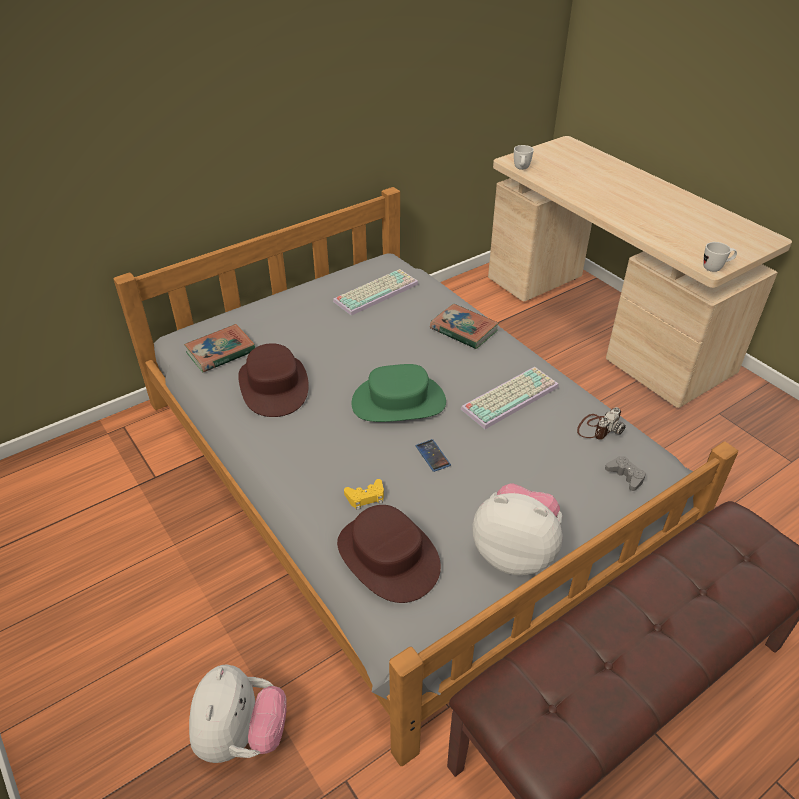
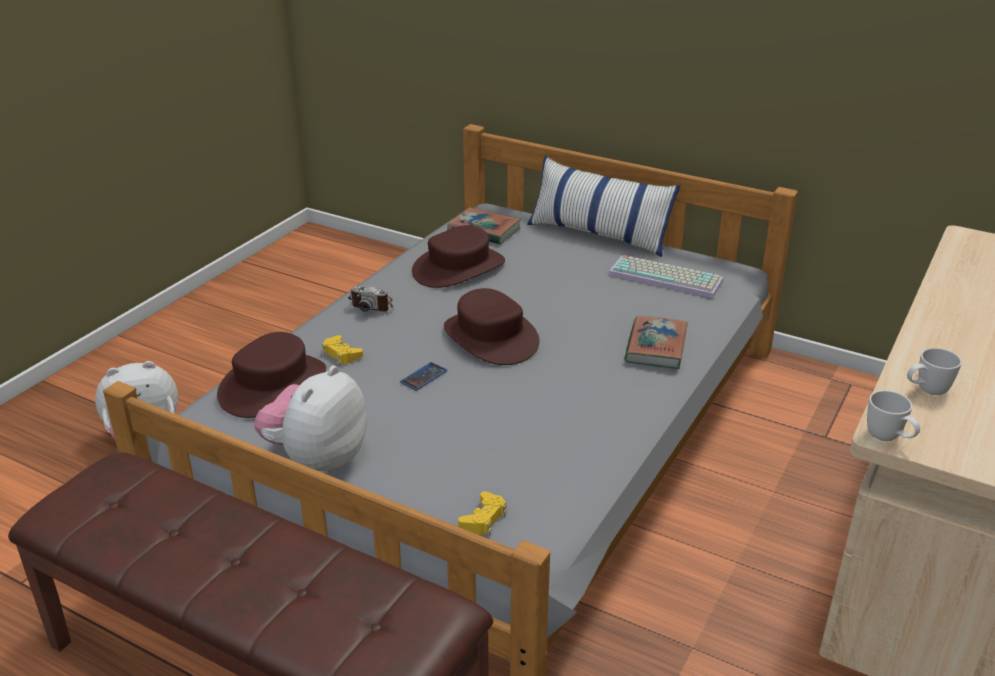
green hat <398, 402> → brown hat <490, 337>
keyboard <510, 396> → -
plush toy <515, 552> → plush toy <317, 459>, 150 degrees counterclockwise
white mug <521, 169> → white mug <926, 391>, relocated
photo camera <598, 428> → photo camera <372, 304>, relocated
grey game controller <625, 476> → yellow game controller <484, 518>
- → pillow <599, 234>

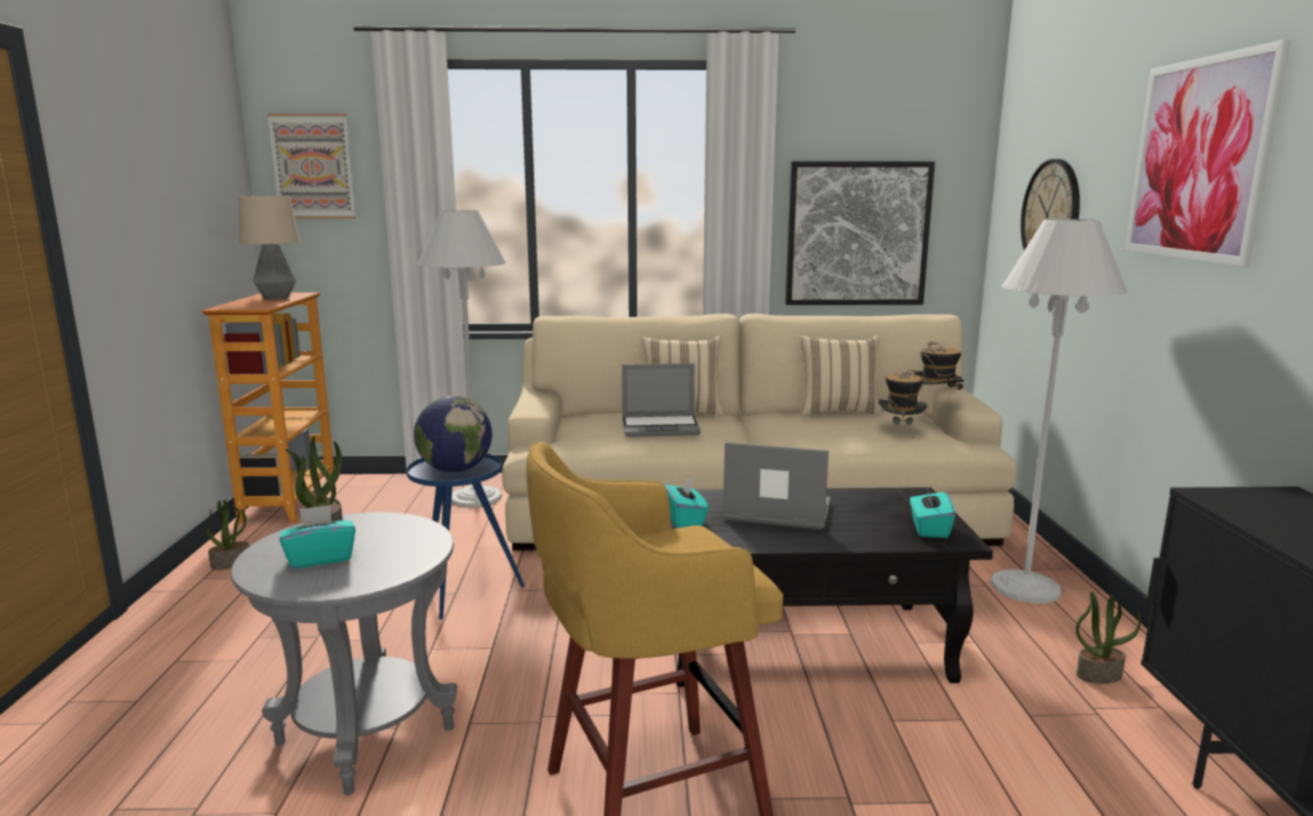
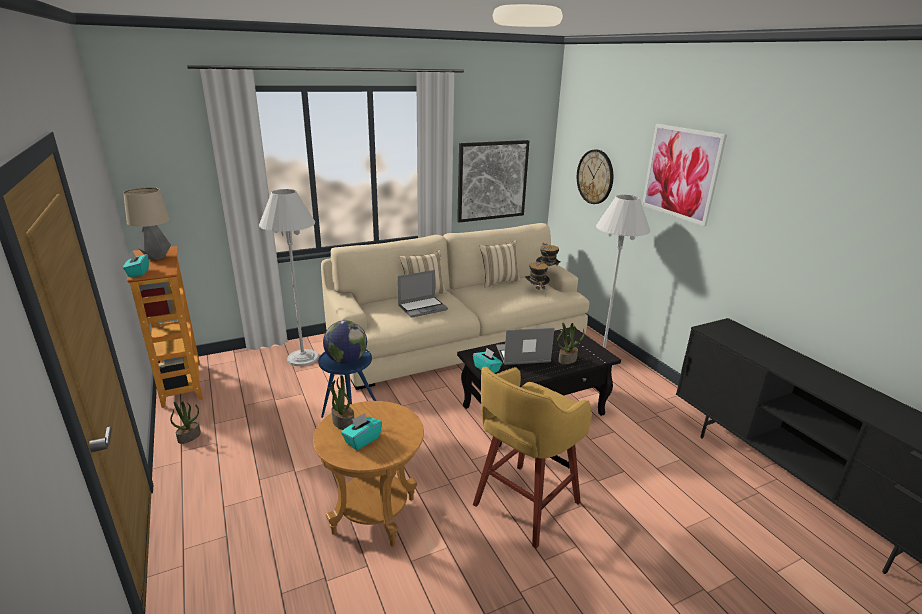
grey side table <366, 735> → brown side table <374, 515>
picture <313, 167> → -
turquoise tissue box <929, 529> → turquoise tissue box <138, 272>, relocated
potted plant <1099, 674> → potted plant <567, 359>, relocated

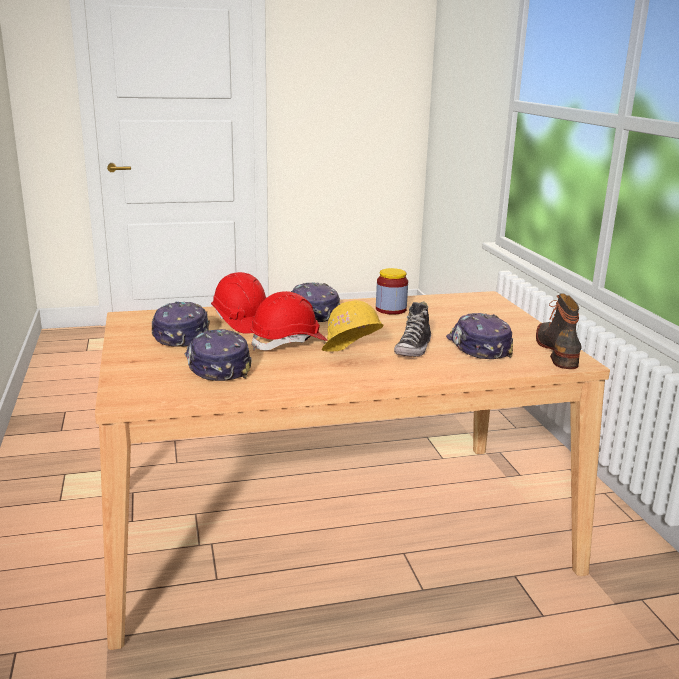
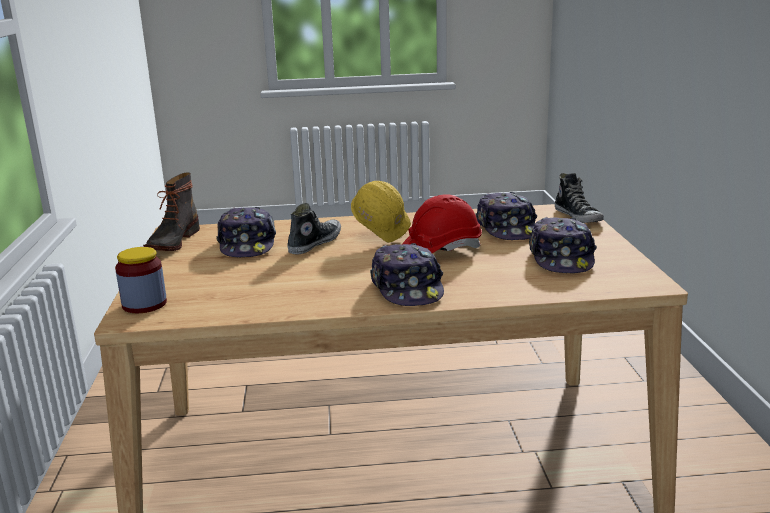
red hard hat <241, 321> → -
jar <391, 309> → jar <144, 304>, relocated
- → shoe <578, 217>

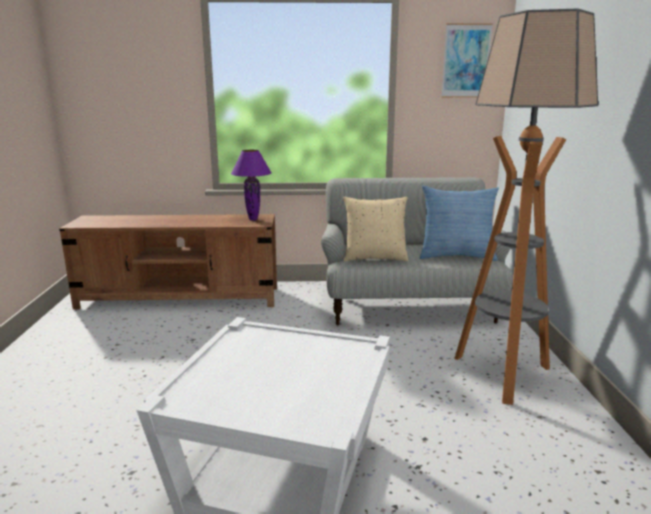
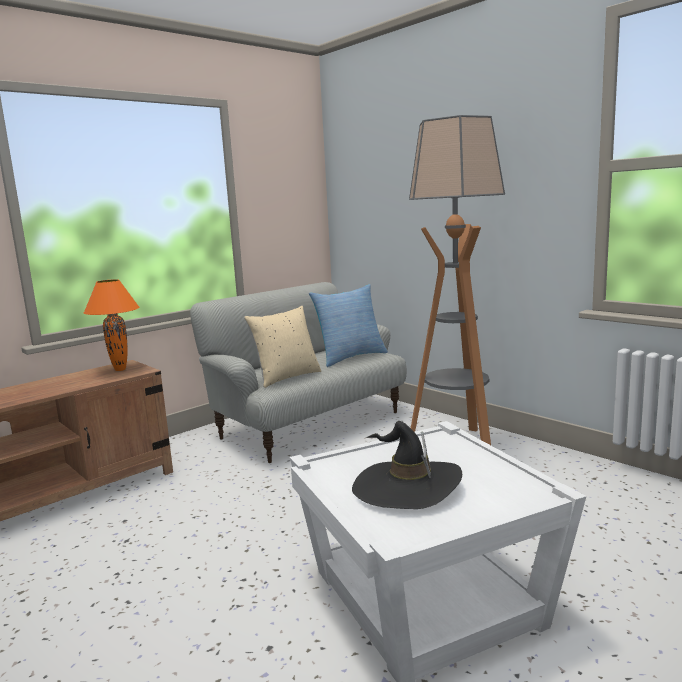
purple table lamp <253, 219> → orange table lamp <120, 369>
picture <466, 61> → -
- → black hat <406, 487>

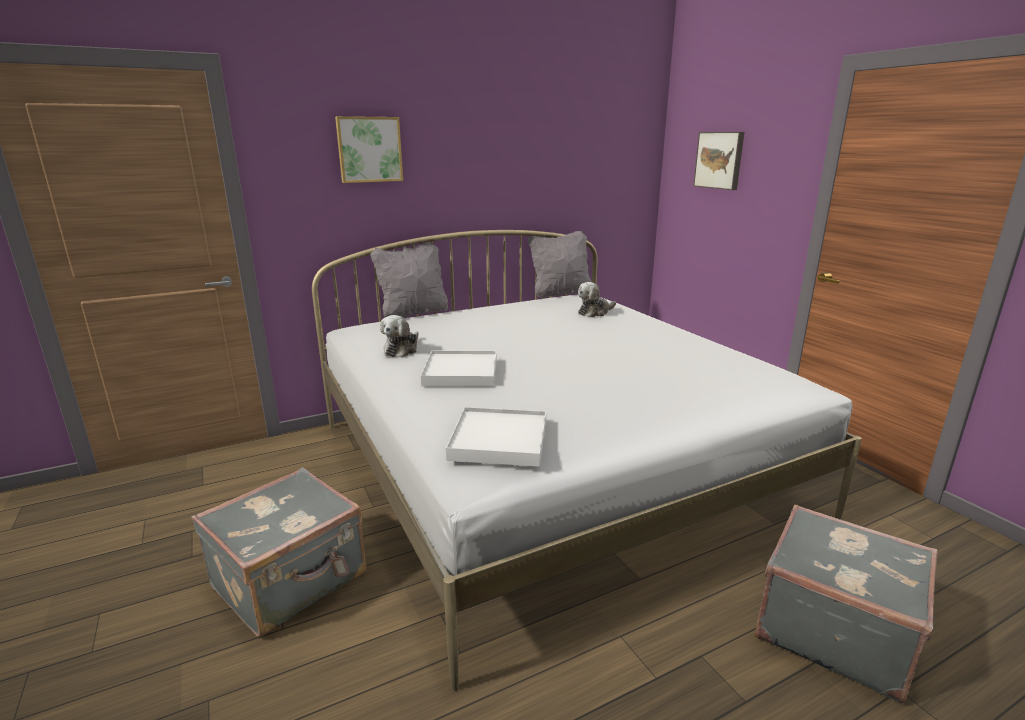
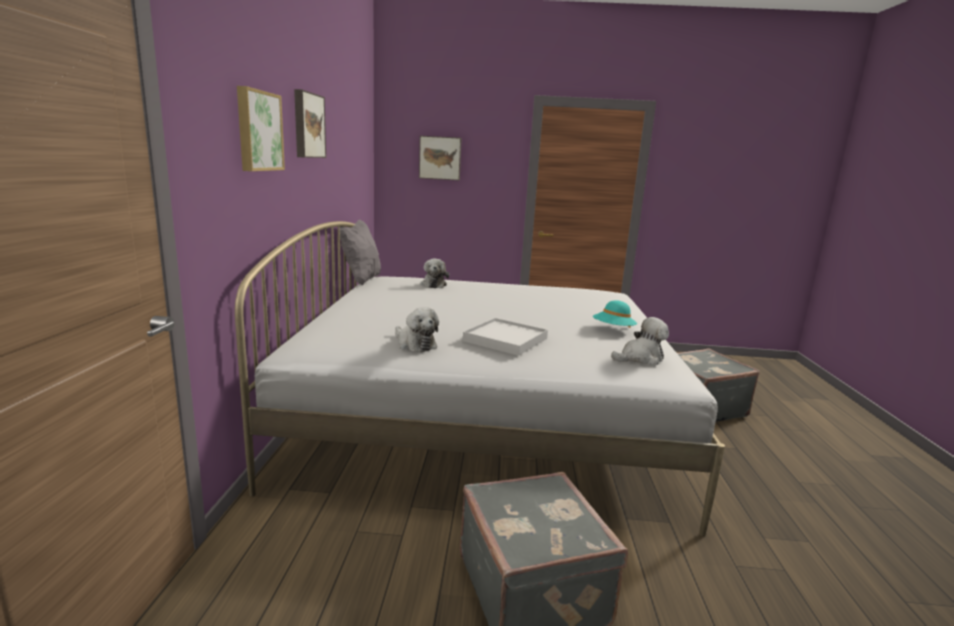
grey pillow <413, 313> → -
white tray <498, 440> → plush toy <640, 358>
- → picture <307, 125>
- → turquoise hat <613, 330>

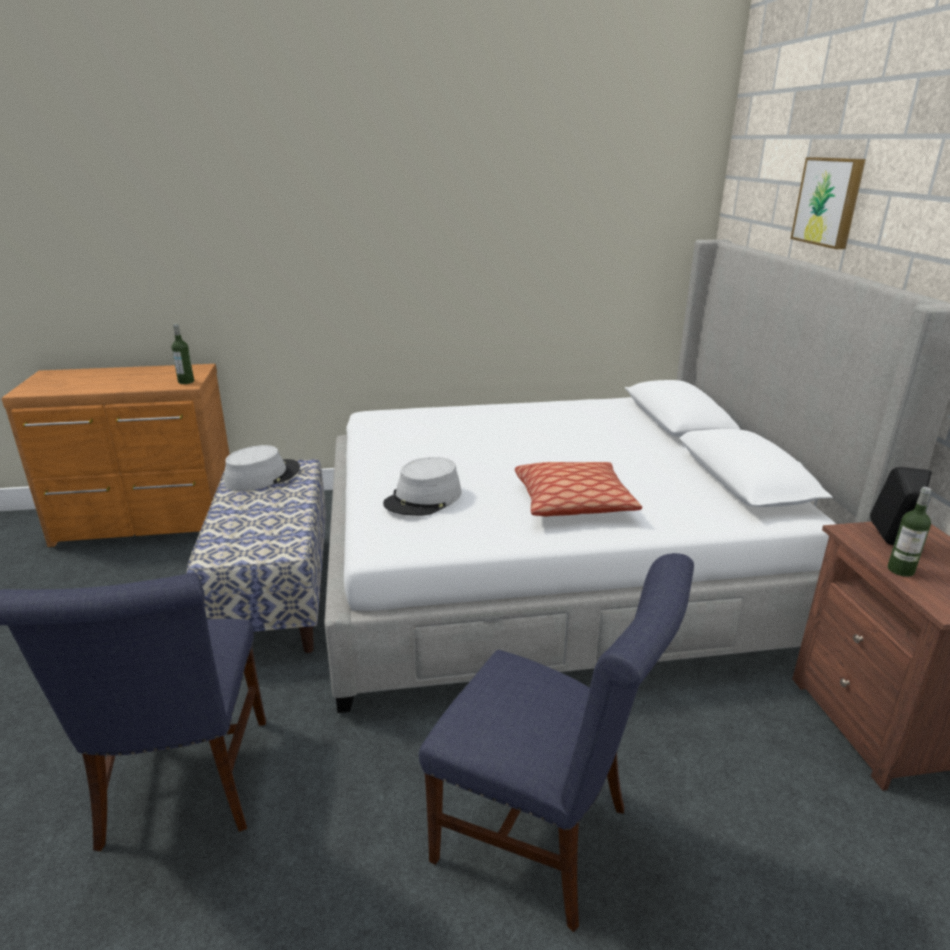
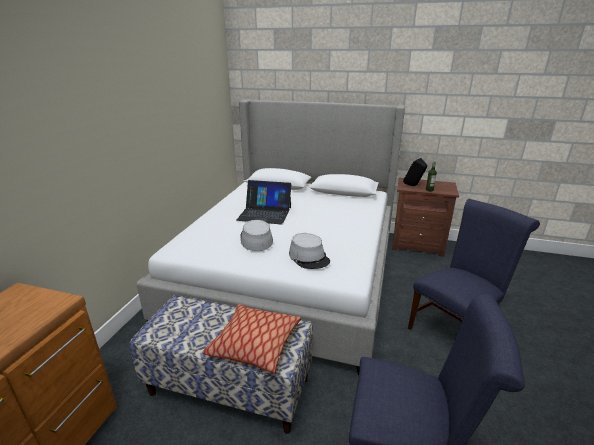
bottle <186, 382> → -
grey hat <262, 476> → grey hat <256, 239>, relocated
pillow <573, 502> → pillow <255, 344>, relocated
picture <829, 201> → -
- → laptop <265, 213>

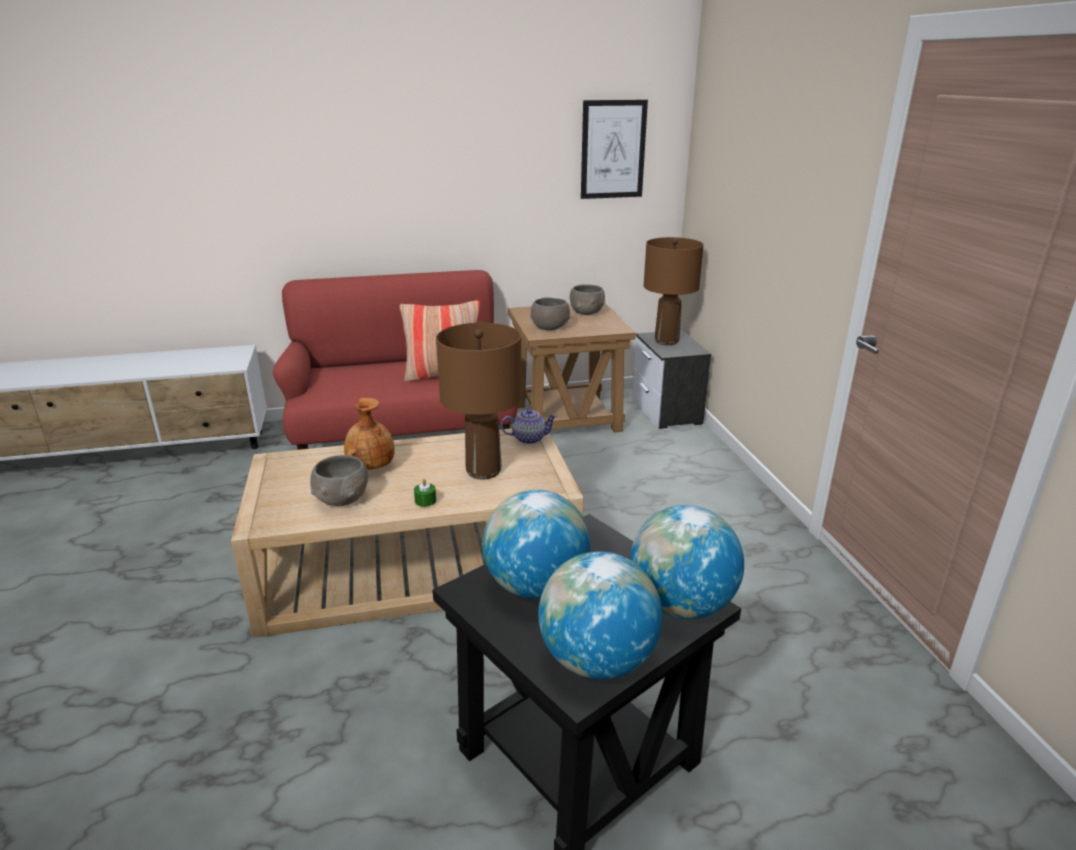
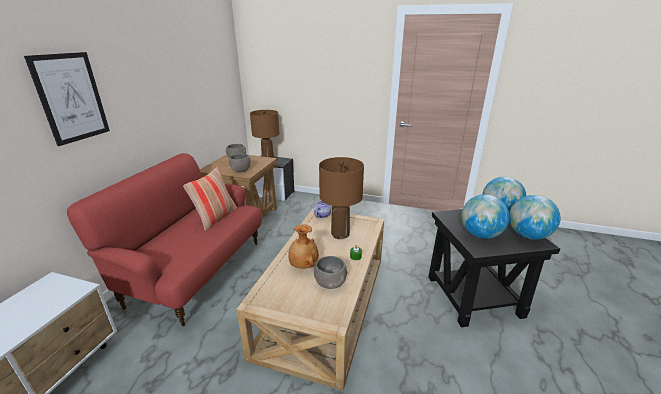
picture <613, 150> → picture <71, 98>, relocated

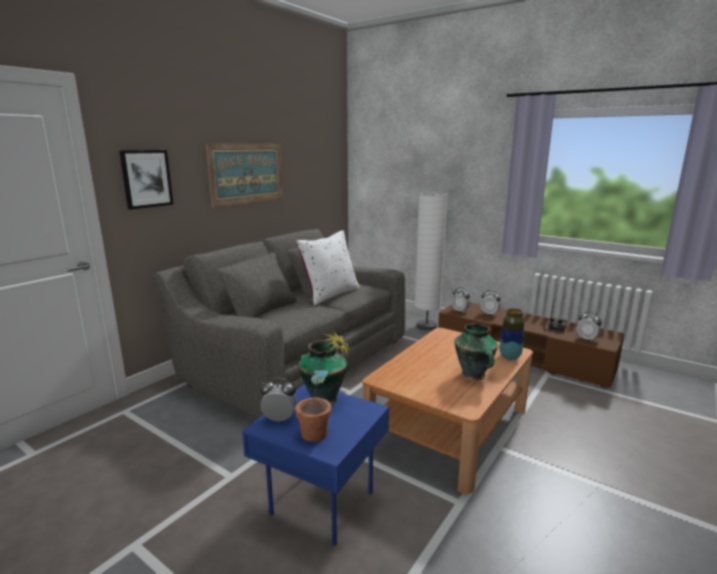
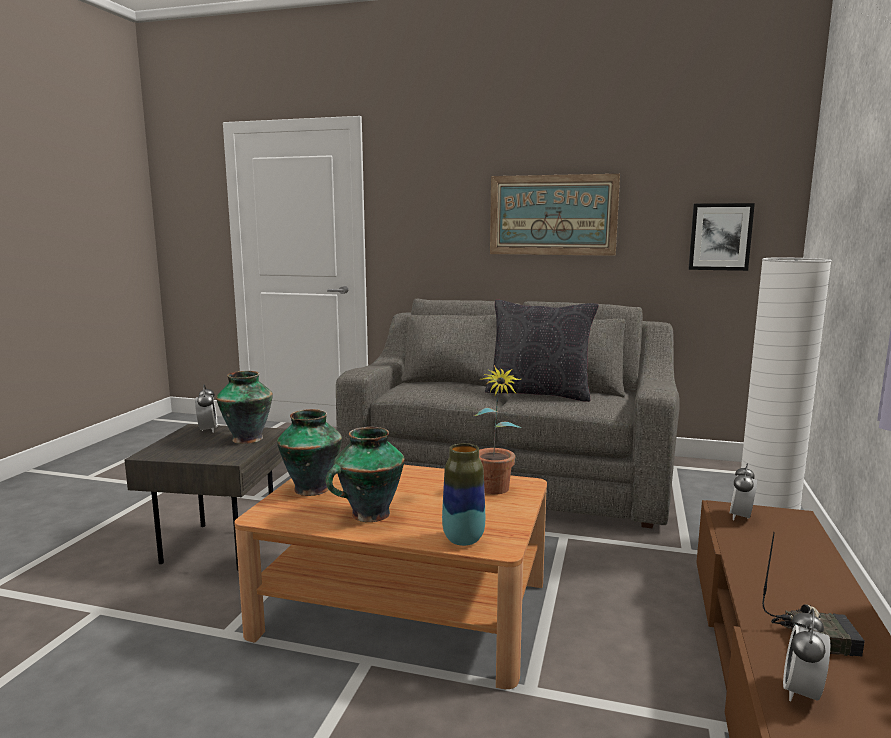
picture <146, 178> → picture <720, 237>, relocated
blue side table <318, 503> → grey side table <218, 544>
potted plant <322, 435> → potted plant <495, 492>, relocated
white pillow <330, 294> → black pillow <539, 393>
alarm clock <489, 314> → -
- → vase <312, 488>

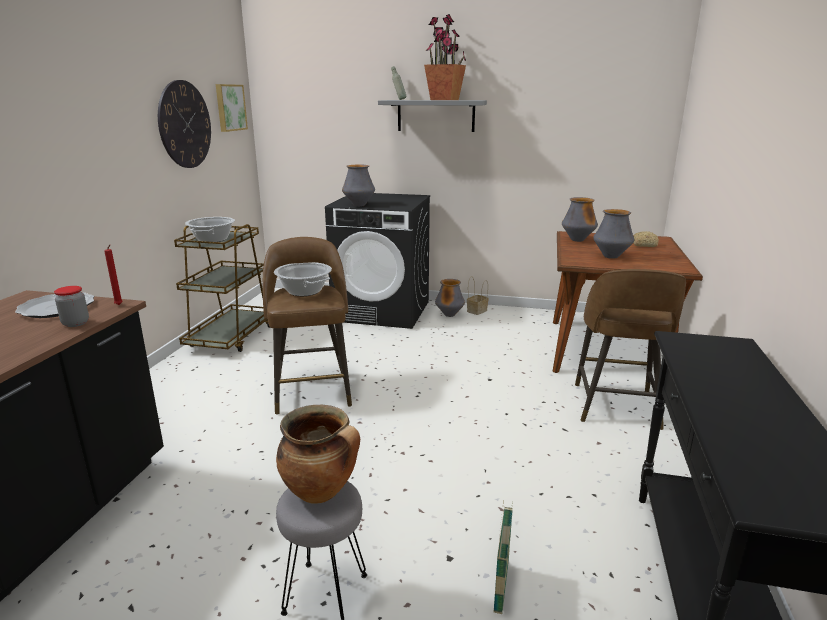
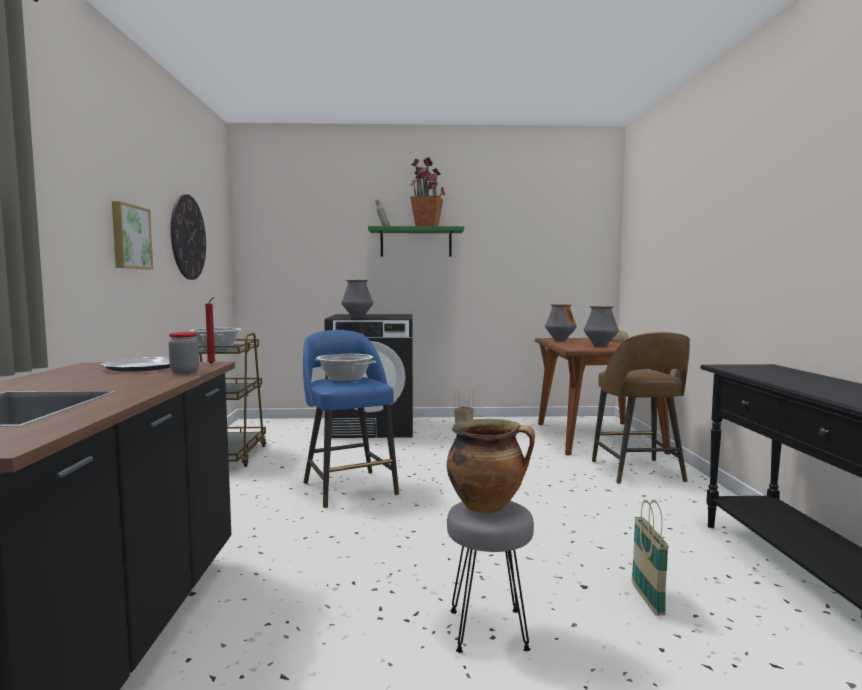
picture <230, 107> → picture <129, 237>, relocated
brown stool <312, 390> → blue stool <349, 487>
grey shelf <436, 115> → green shelf <416, 242>
vase <449, 315> → -

